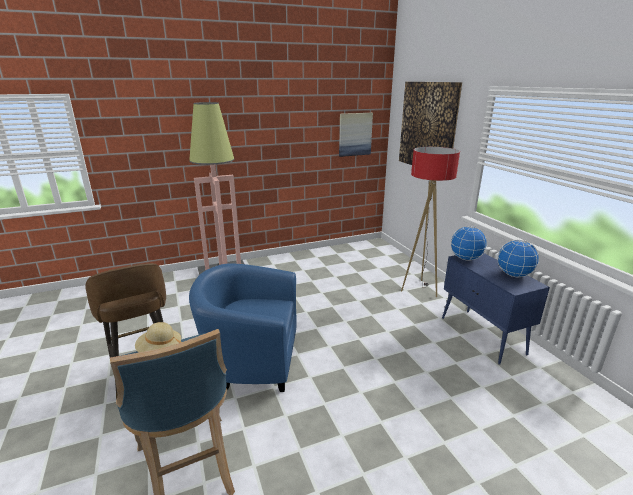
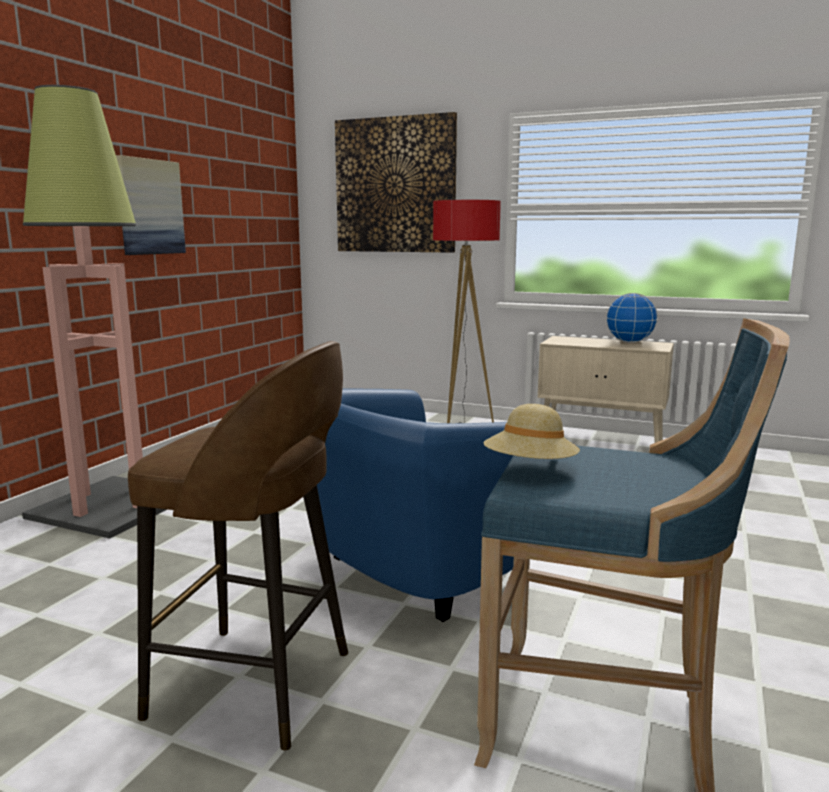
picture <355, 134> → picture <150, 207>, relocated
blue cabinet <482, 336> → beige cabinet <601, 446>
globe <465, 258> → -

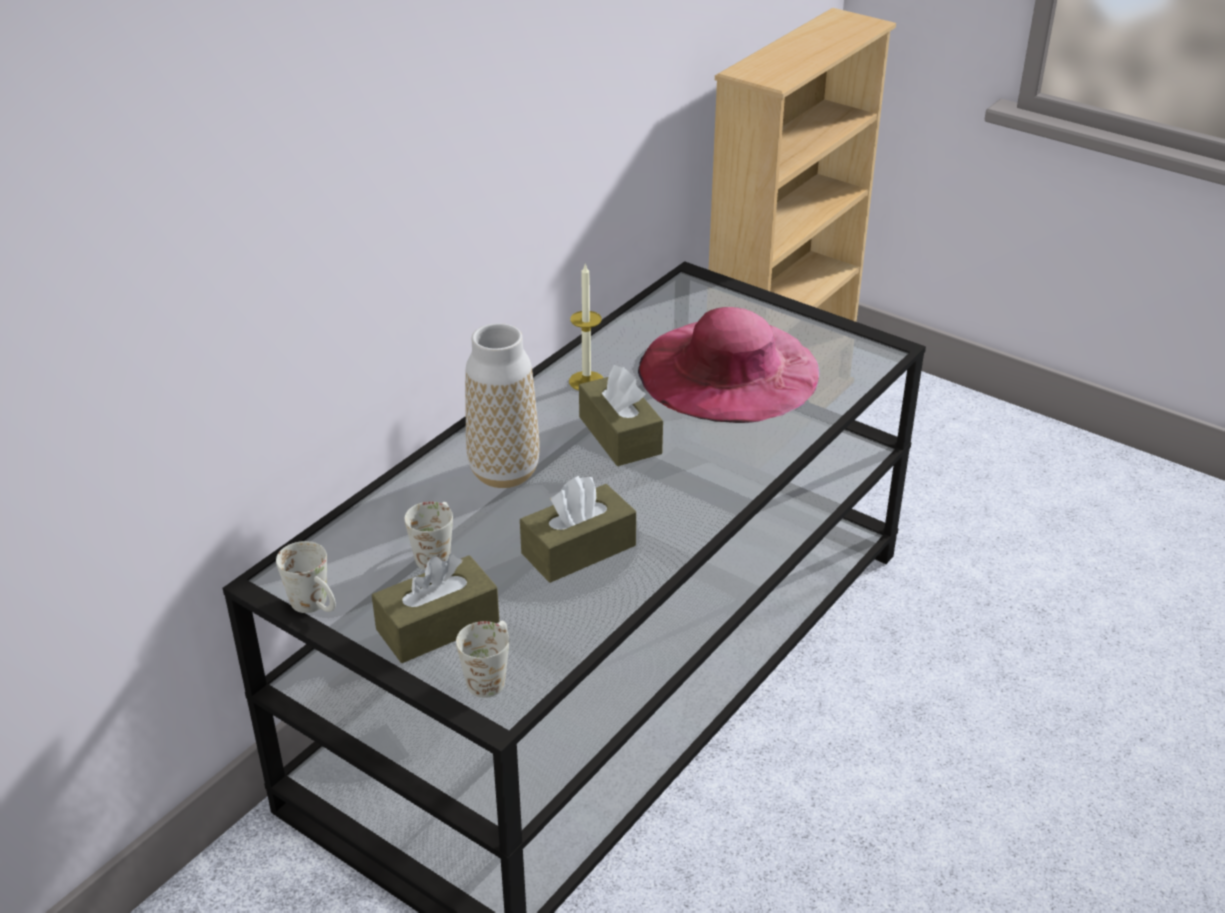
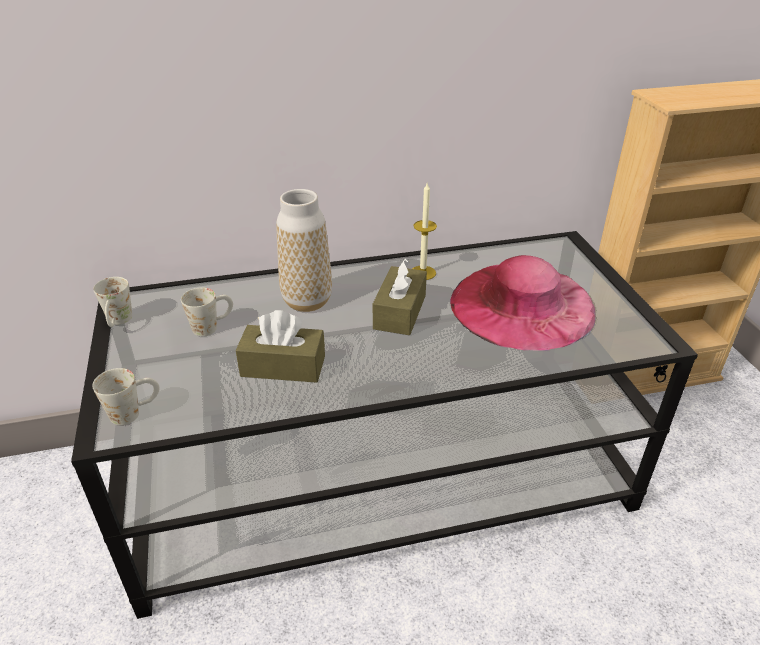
brown tissue box <438, 626> → -

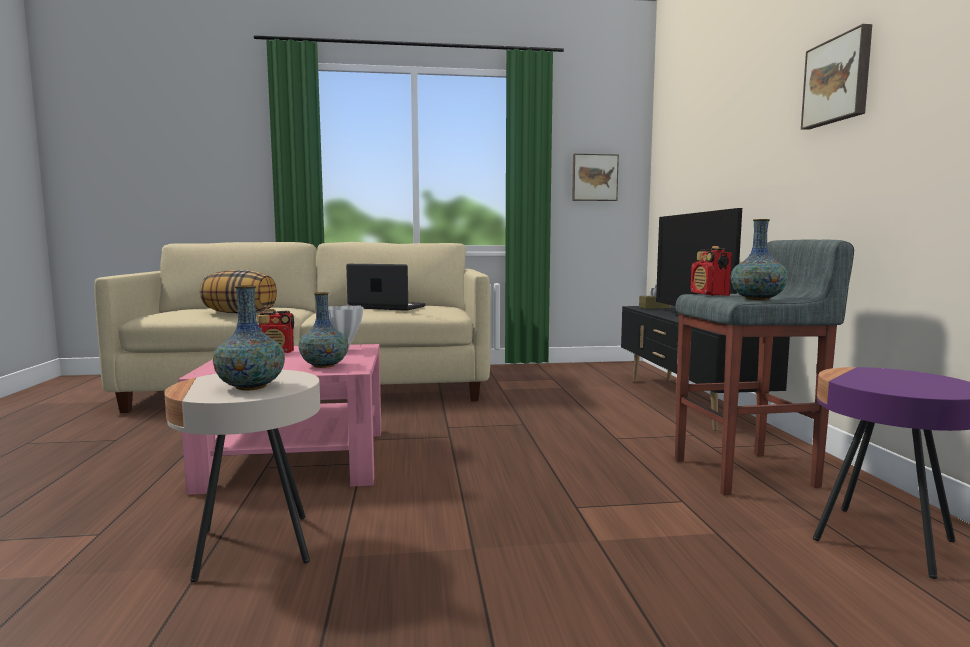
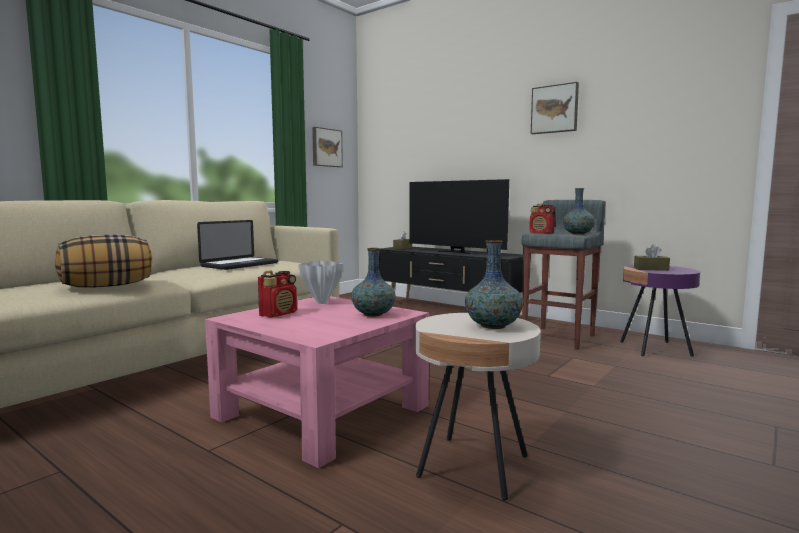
laptop <387, 307> → laptop <240, 264>, 150 degrees clockwise
- → brown tissue box <651, 269>

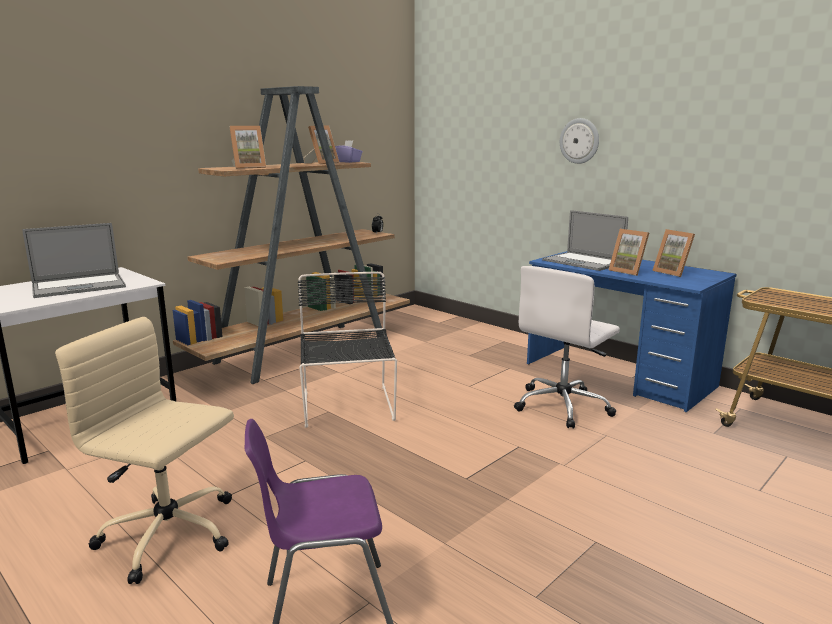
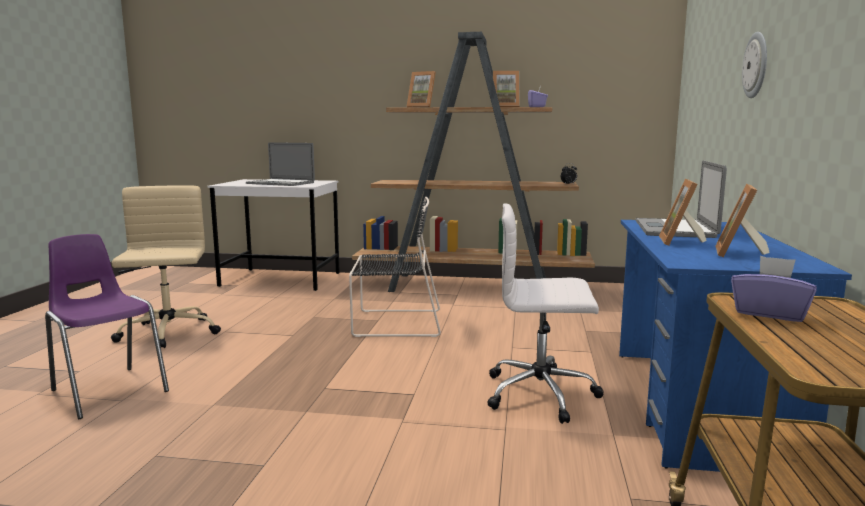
black chair <348, 407> → black chair <394, 323>, 45 degrees clockwise
- → purple tissue box <770, 313>

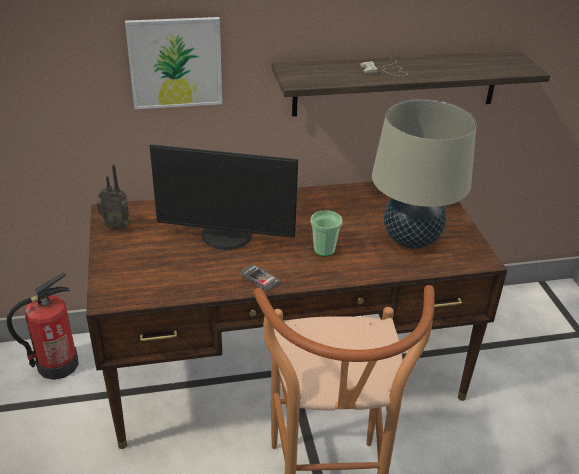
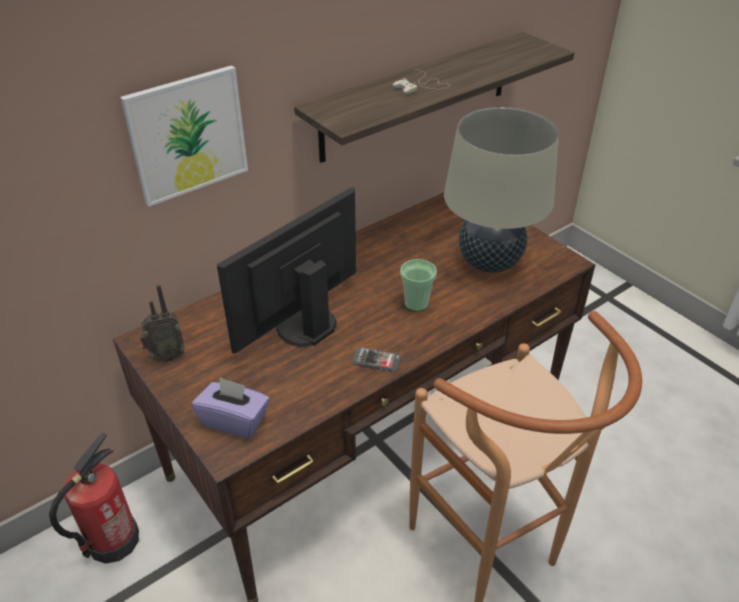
monitor <226, 236> → monitor <303, 324>, 150 degrees clockwise
- → purple tissue box <235, 420>

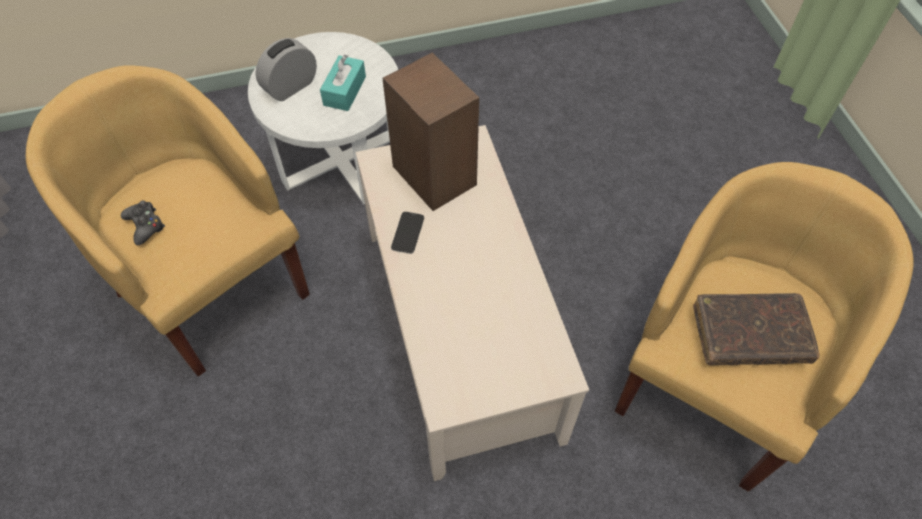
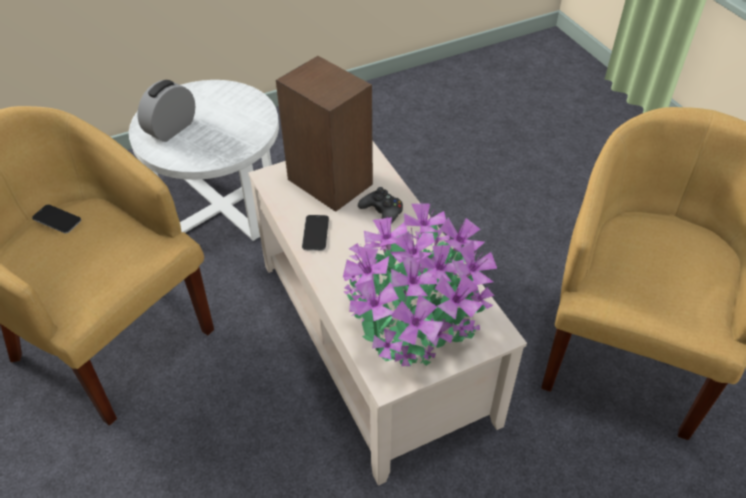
black game controller <145, 225> → black game controller <382, 211>, relocated
turquoise tissue box <344, 91> → -
brown book <749, 335> → -
- → phone <57, 220>
- → potted plant <412, 317>

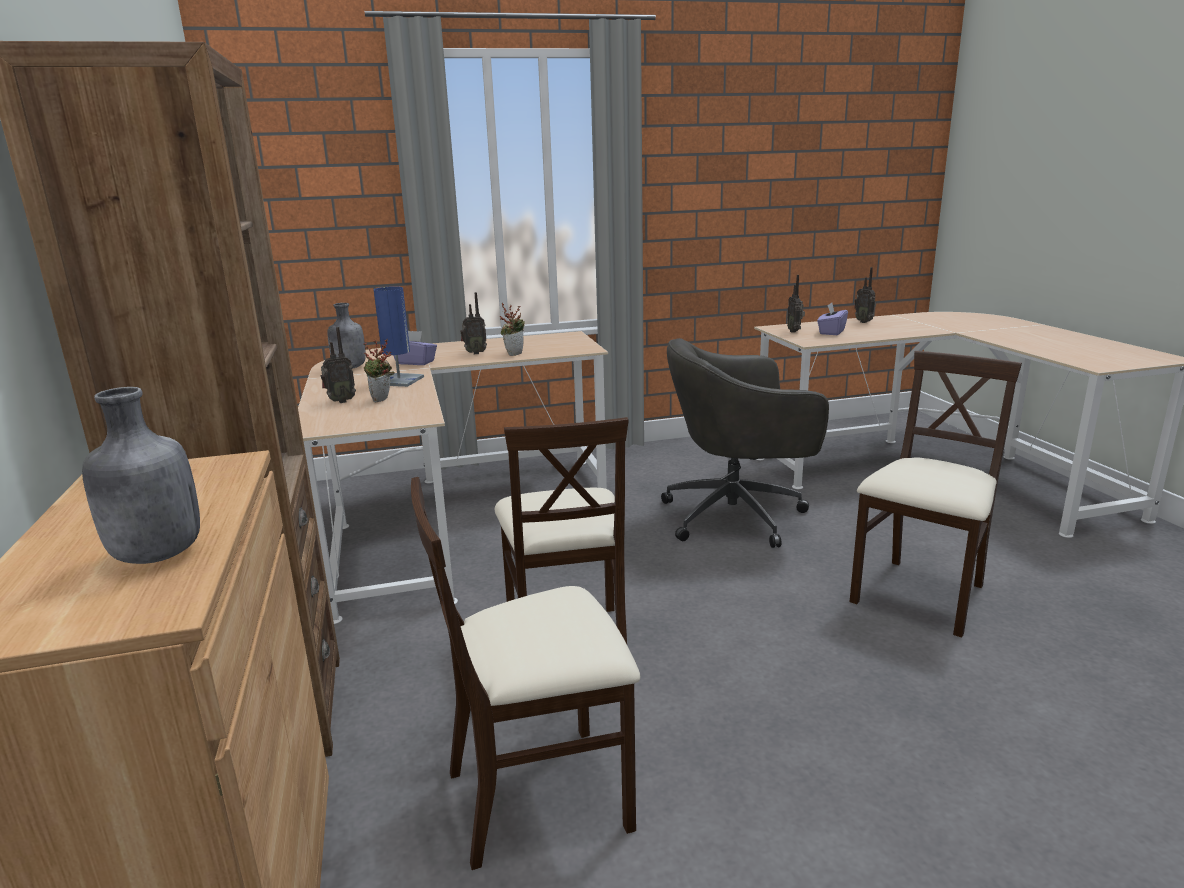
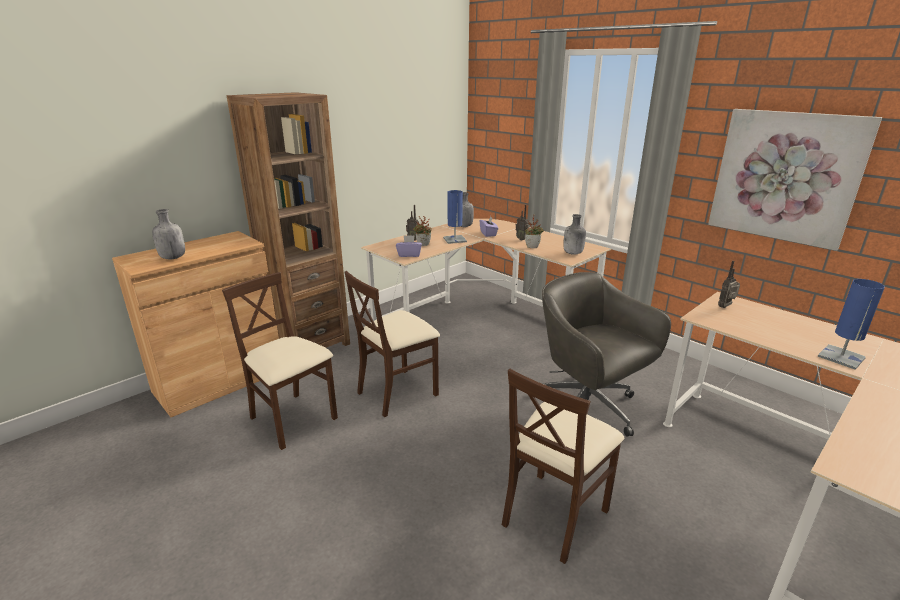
purple tissue box <831, 332> → purple tissue box <409, 254>, relocated
beige chair <920, 596> → beige chair <554, 514>, 120 degrees clockwise
radio <864, 322> → -
- → grey bottle <573, 253>
- → picture <785, 177>
- → blue table lamp <841, 357>

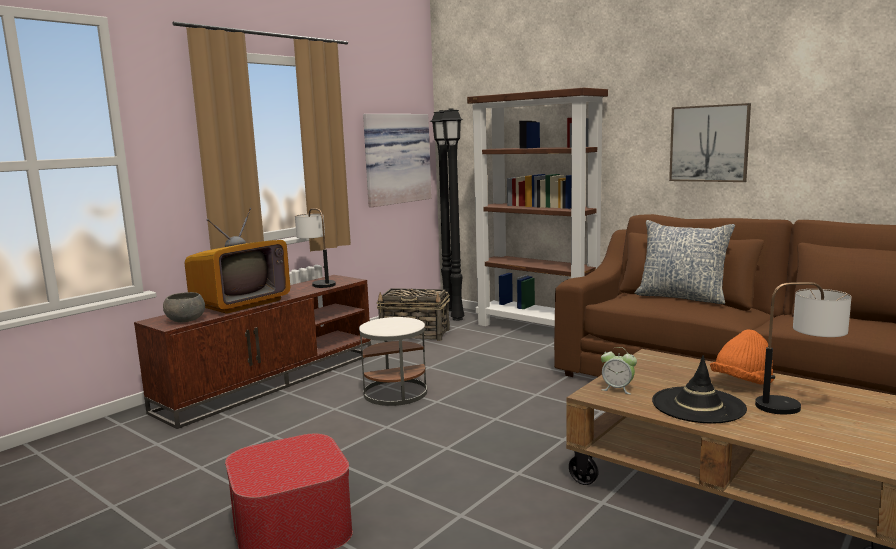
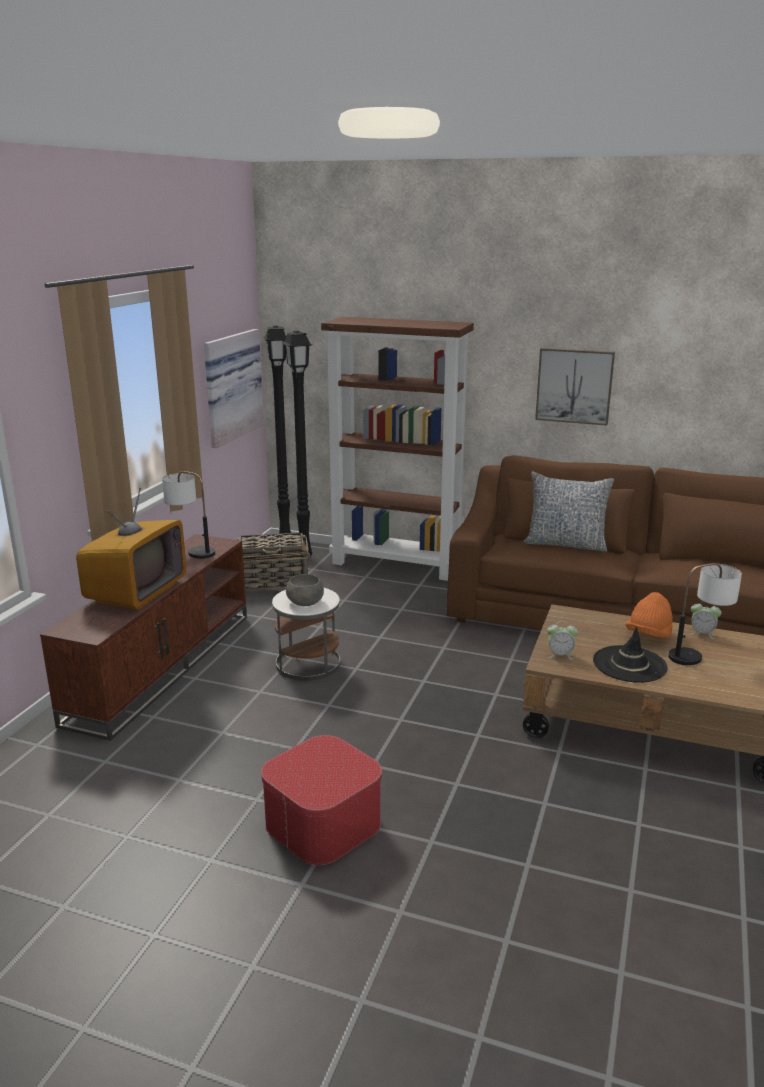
grey bowl <186, 320> → grey bowl <305, 602>, relocated
- → alarm clock <702, 633>

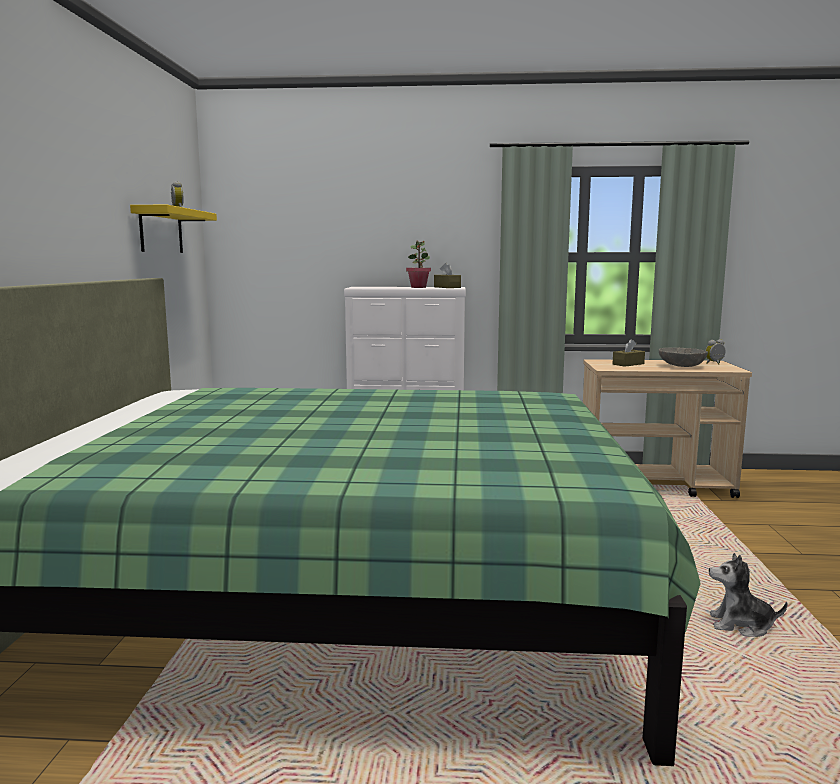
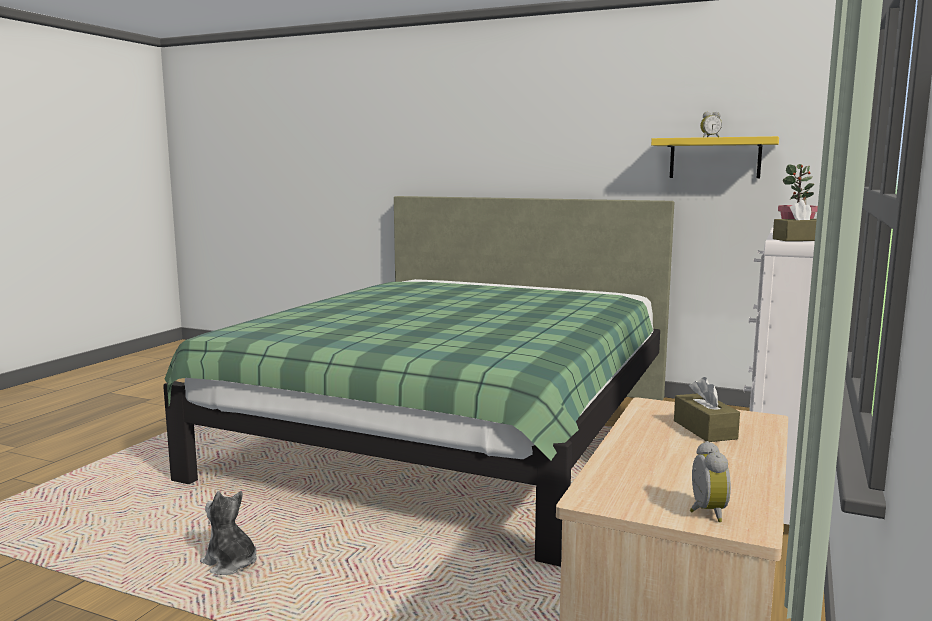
grey bowl <681, 366> → -
plush toy <740, 625> → plush toy <230, 563>, 90 degrees counterclockwise

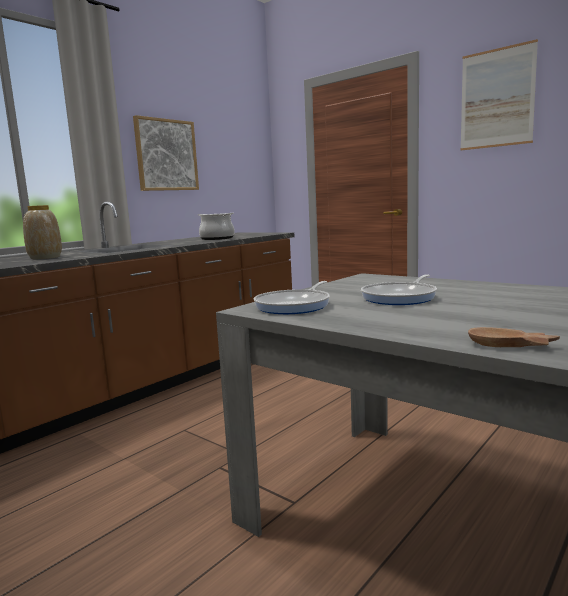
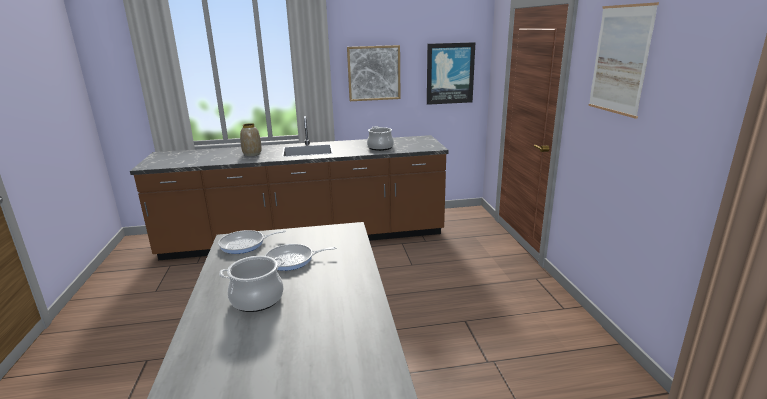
brown bowl <511, 346> → -
- → cooking pot <257, 299>
- → picture <450, 73>

